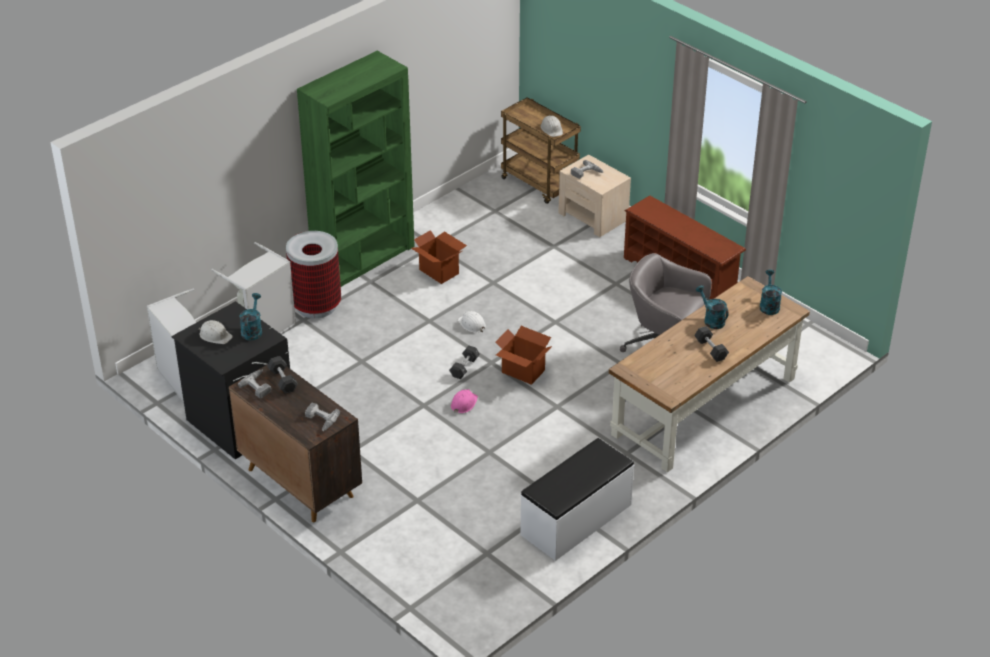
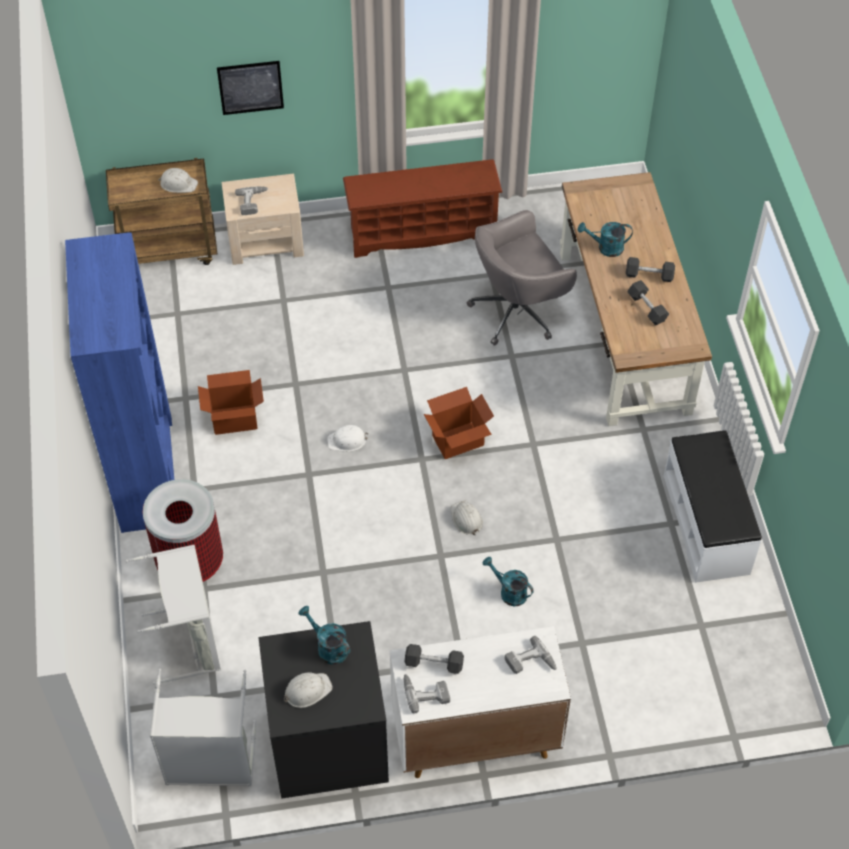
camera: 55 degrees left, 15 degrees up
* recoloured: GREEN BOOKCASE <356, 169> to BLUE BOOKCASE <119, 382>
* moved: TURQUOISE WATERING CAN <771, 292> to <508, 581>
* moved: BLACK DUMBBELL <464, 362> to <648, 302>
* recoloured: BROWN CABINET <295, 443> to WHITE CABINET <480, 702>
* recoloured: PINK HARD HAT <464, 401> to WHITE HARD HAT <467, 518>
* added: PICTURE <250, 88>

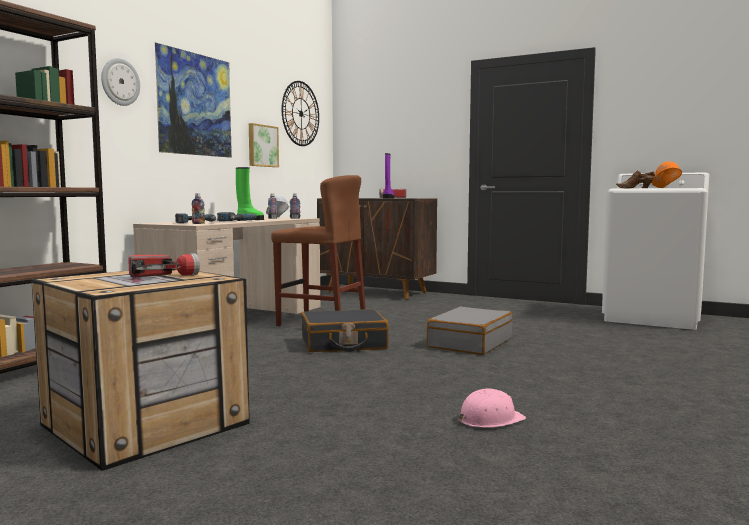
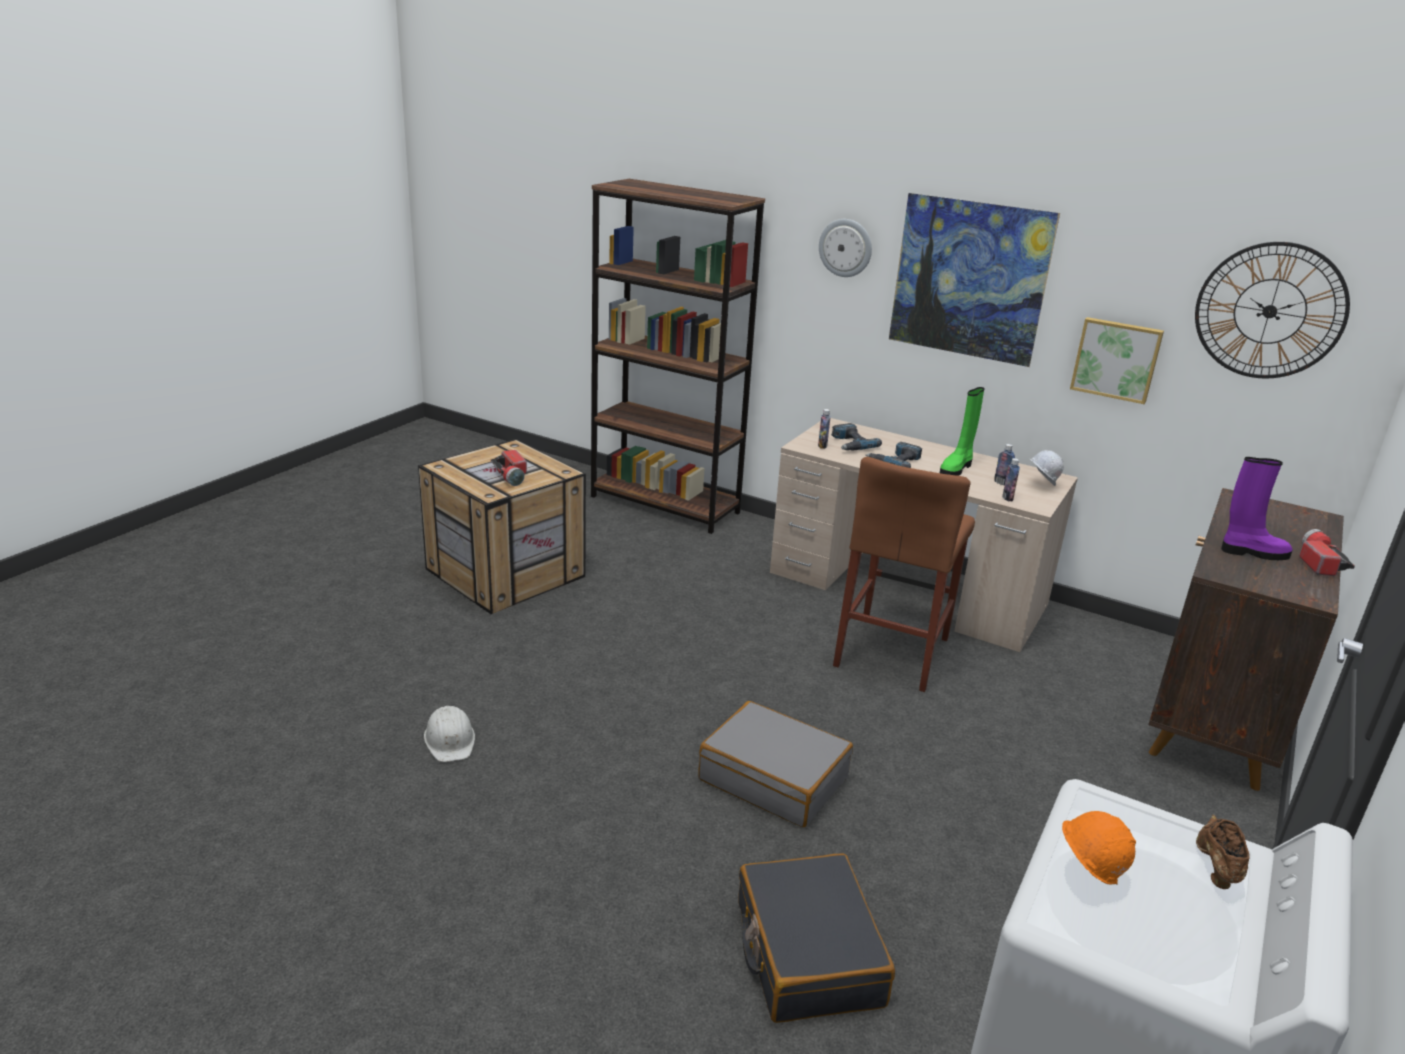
camera: 90 degrees right, 20 degrees up
* moved: BLACK SUITCASE <345, 330> to <817, 938>
* recoloured: PINK HARD HAT <492, 408> to WHITE HARD HAT <449, 734>

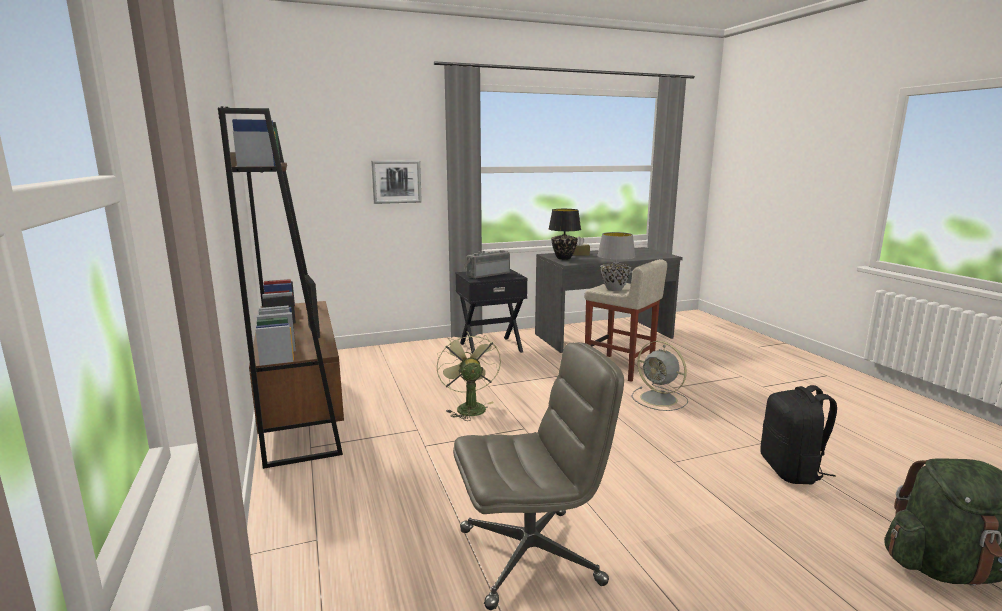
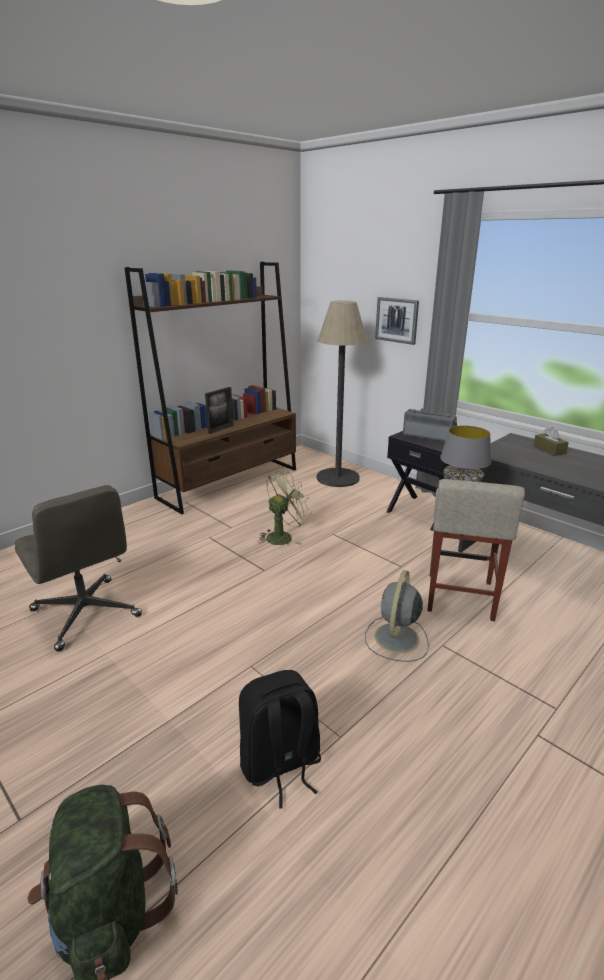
camera: 65 degrees right, 10 degrees up
* removed: BLACK TABLE LAMP <565, 234>
* added: FLOOR LAMP <342, 394>

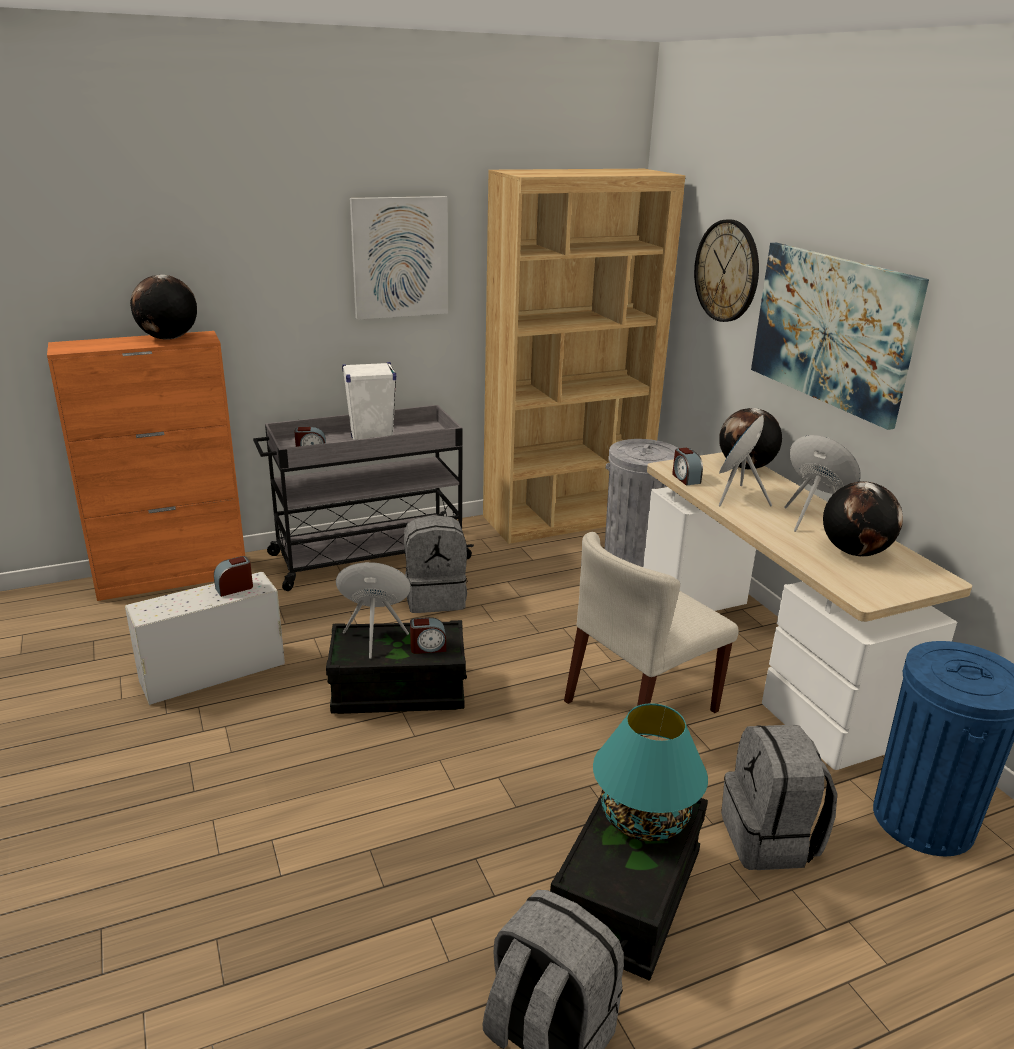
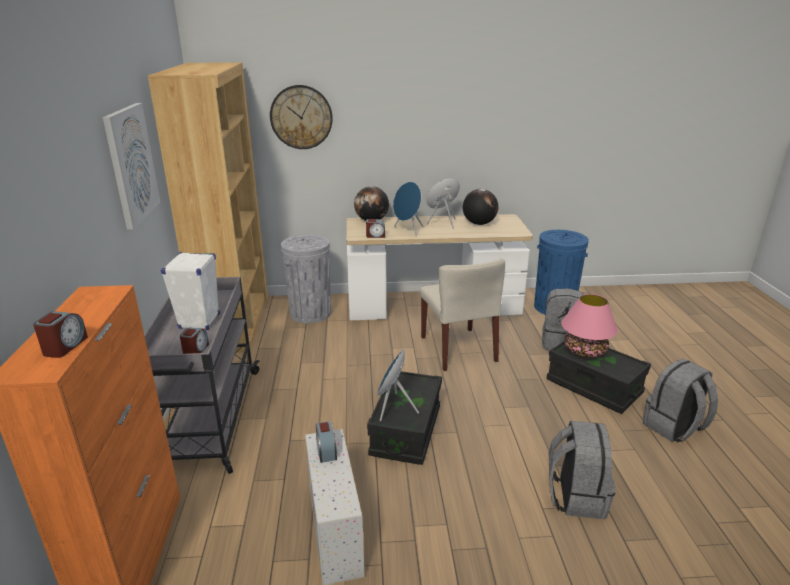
camera: 70 degrees left, 0 degrees up
* removed: PICTURE <840, 336>
* removed: GLOBE <163, 307>
* moved: GREY BACKPACK <436, 564> to <582, 470>
* moved: ALARM CLOCK <428, 635> to <60, 334>
* recoloured: TURQUOISE TABLE LAMP <650, 772> to PINK TABLE LAMP <589, 326>

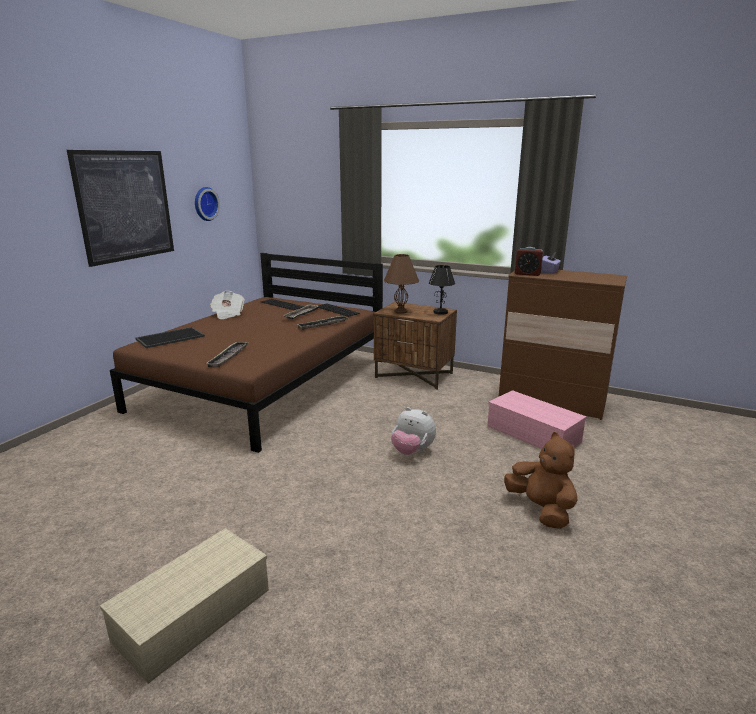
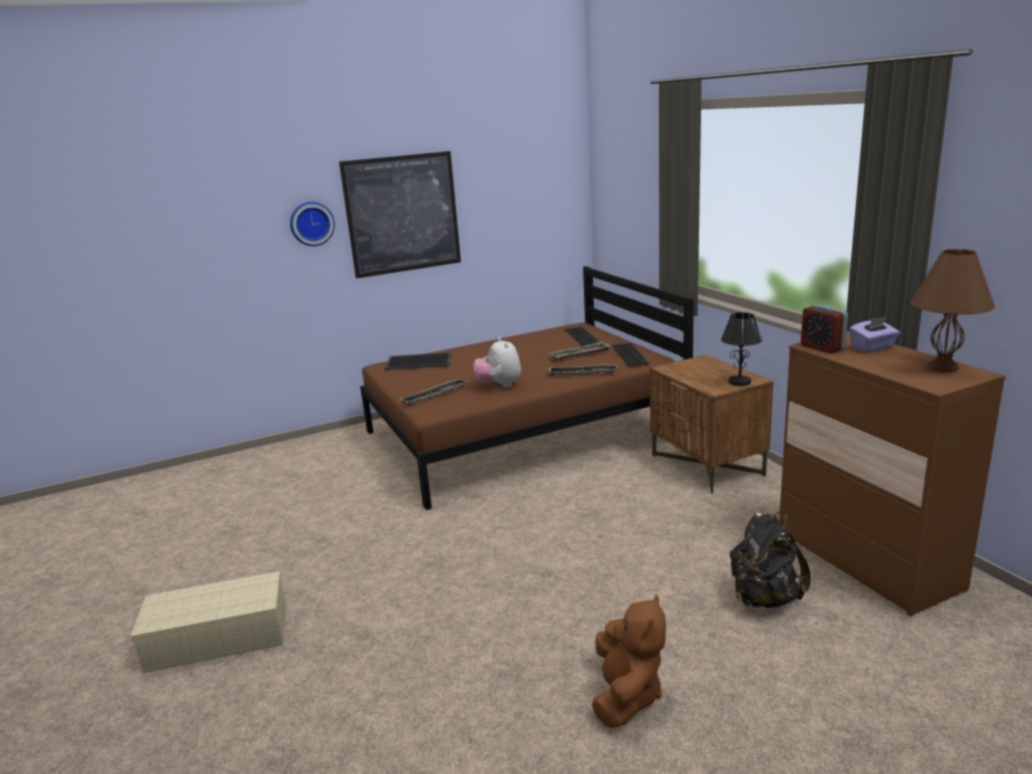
camera: 40 degrees right, 0 degrees up
* moved: WALL CLOCK <207, 204> to <312, 224>
* moved: BROWN TABLE LAMP <401, 284> to <953, 310>
* removed: NEWSPAPER <227, 305>
* replaced: PINK STORAGE BOX <537, 419> to BLACK BACKPACK <770, 560>
* moved: PLUSH TOY <413, 431> to <497, 363>

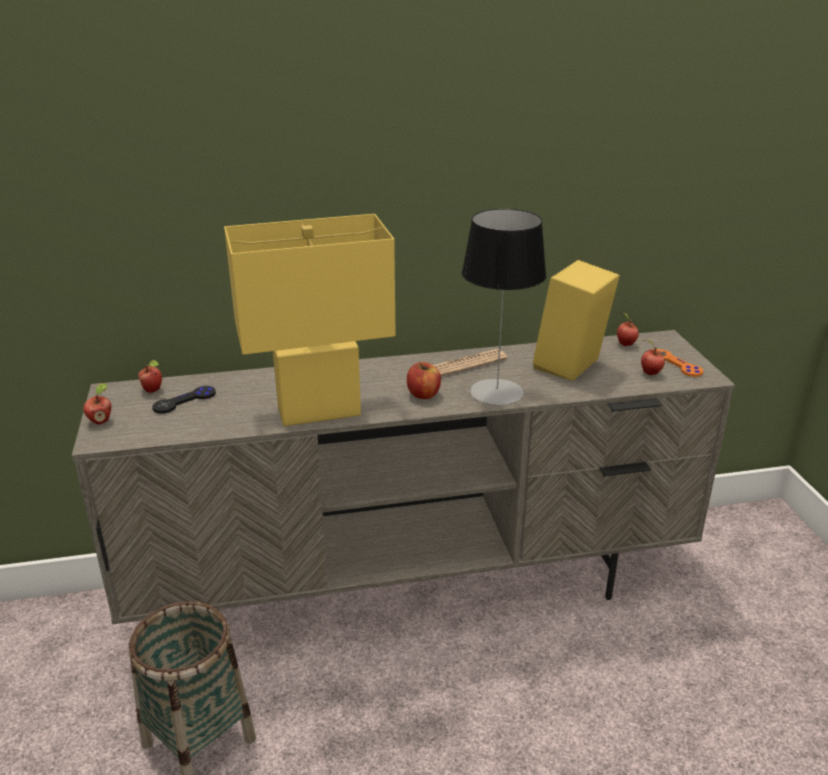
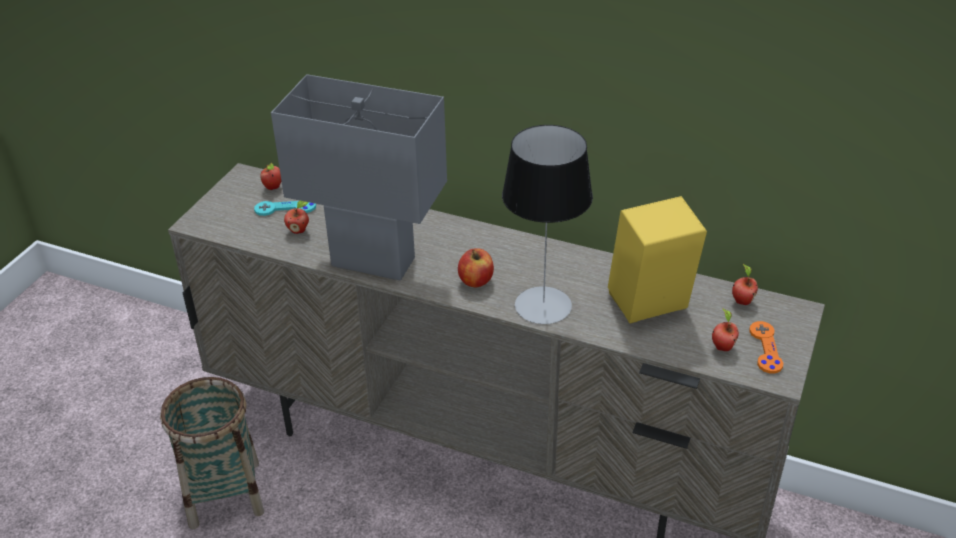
camera: 35 degrees right, 10 degrees up
* recoloured: YELLOW TABLE LAMP <310, 320> to GREY TABLE LAMP <359, 177>
* removed: NEWSPAPER <470, 362>
* moved: APPLE <97, 403> to <296, 217>
* recoloured: BLACK GAME CONTROLLER <184, 400> to TURQUOISE GAME CONTROLLER <285, 208>

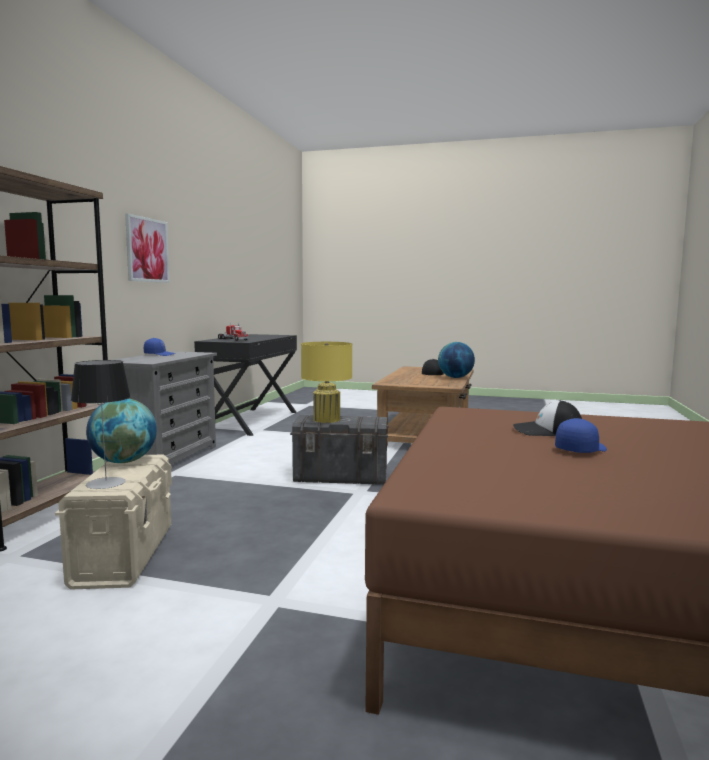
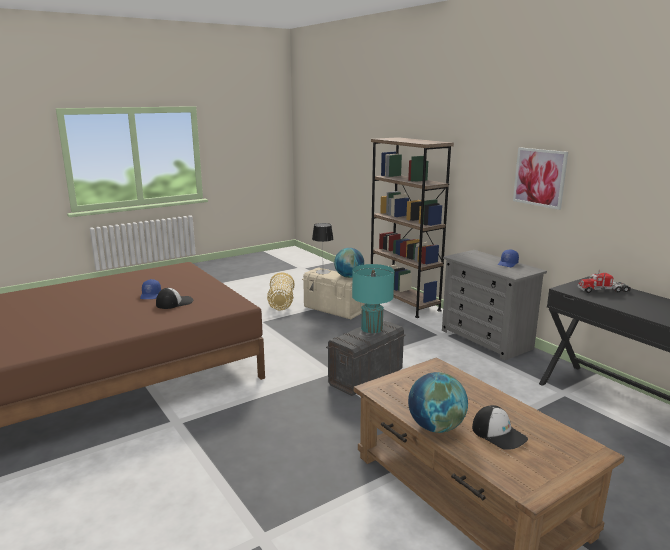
camera: 130 degrees right, 10 degrees up
* recoloured: YELLOW TABLE LAMP <326, 382> to TURQUOISE TABLE LAMP <373, 298>
* added: BASKET <281, 291>

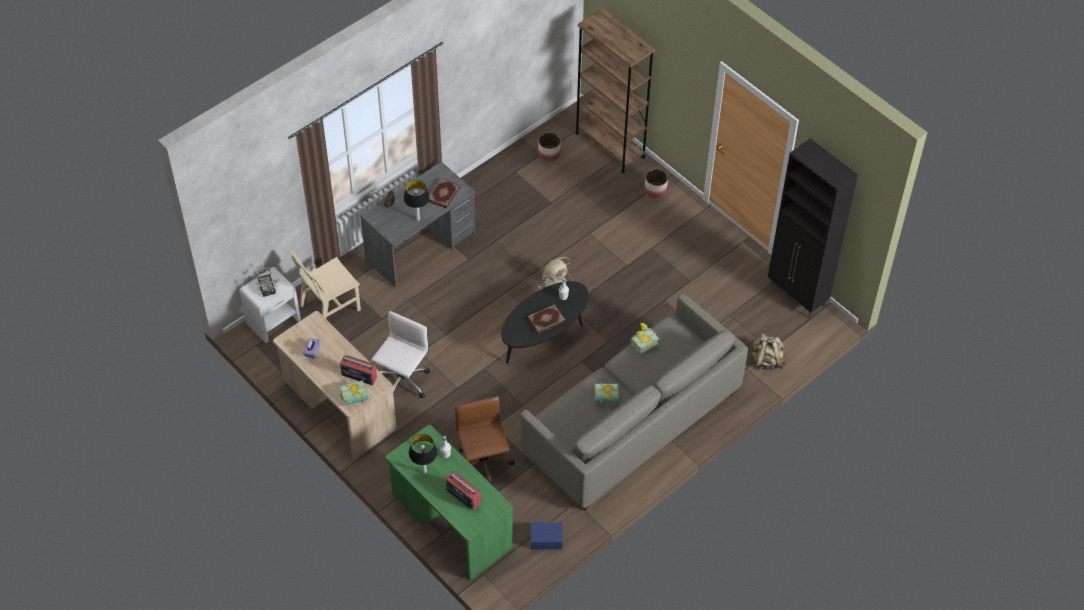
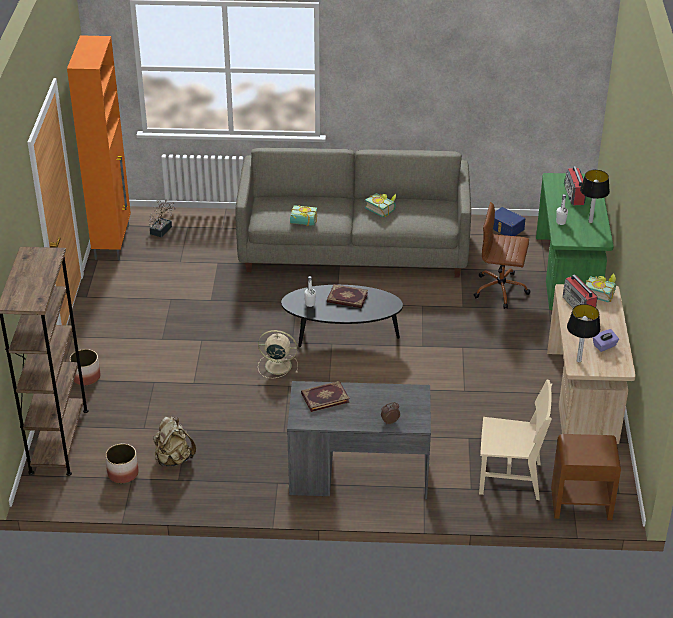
camera: 135 degrees left, 15 degrees down
* recoloured: BLACK CABINET <813, 228> to ORANGE CABINET <99, 147>
* moved: TABLE LAMP <417, 200> to <583, 333>
* moved: POTTED PLANT <266, 280> to <162, 218>
* recoloured: WHITE NIGHTSTAND <270, 305> to BROWN NIGHTSTAND <586, 477>
* removed: WHITE OFFICE CHAIR <400, 354>
* moved: BEIGE BACKPACK <768, 351> to <174, 442>
* turned: BROWN OFFICE CHAIR <485, 441> = <502, 255> 75 degrees clockwise

